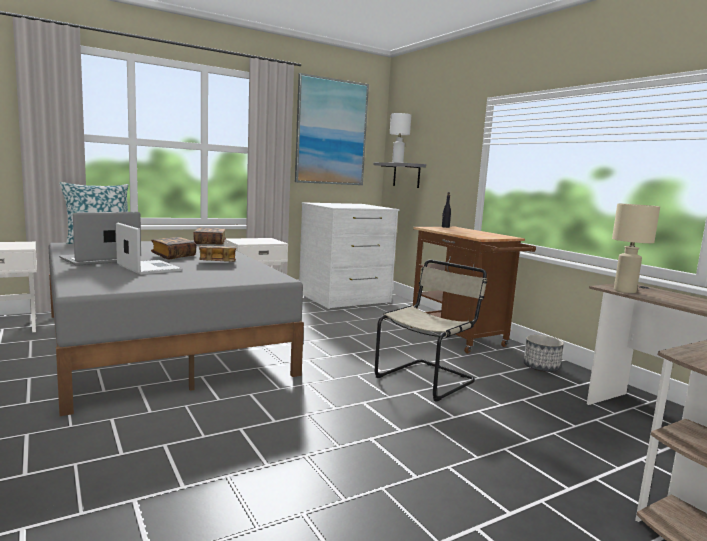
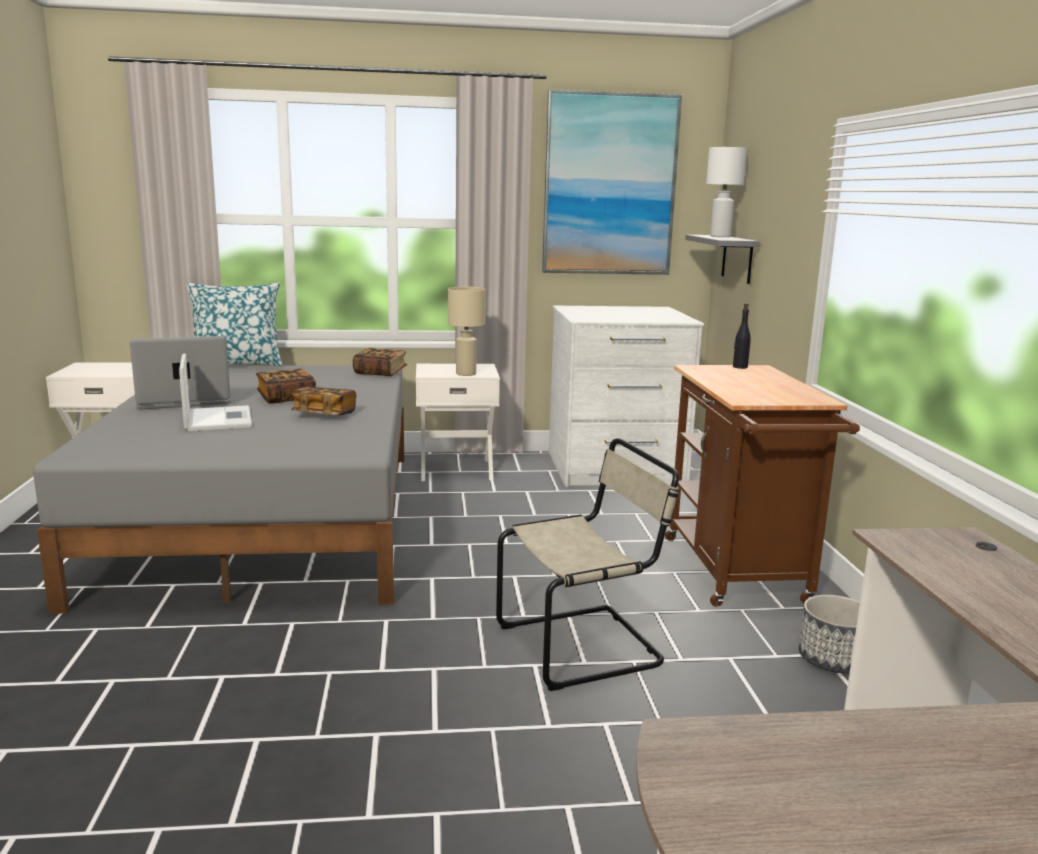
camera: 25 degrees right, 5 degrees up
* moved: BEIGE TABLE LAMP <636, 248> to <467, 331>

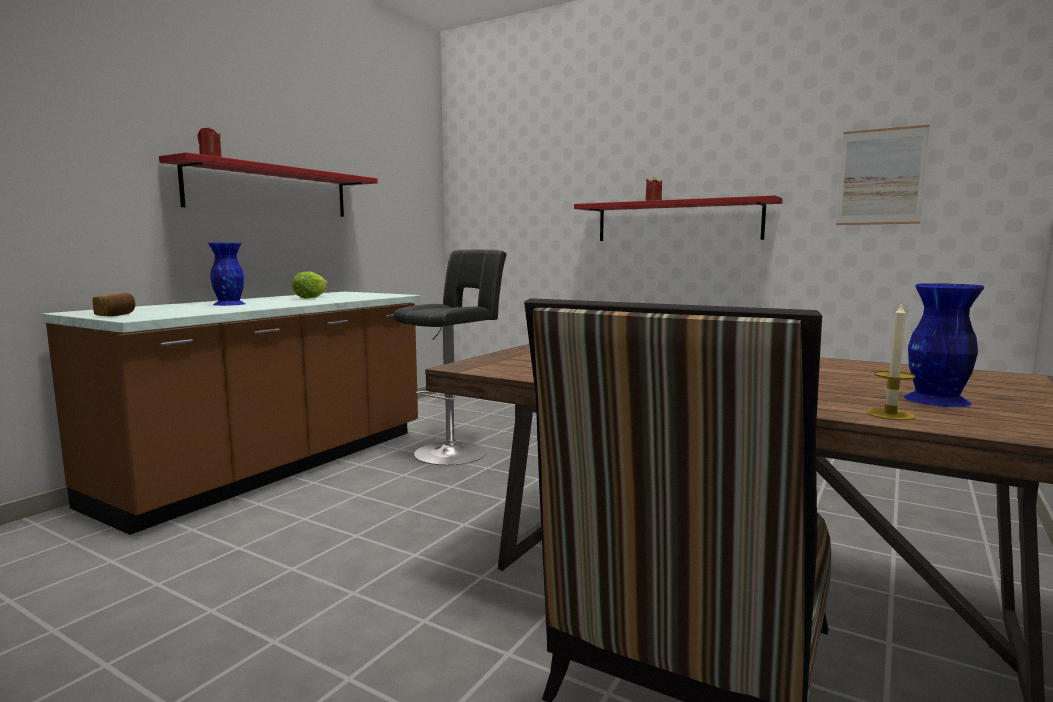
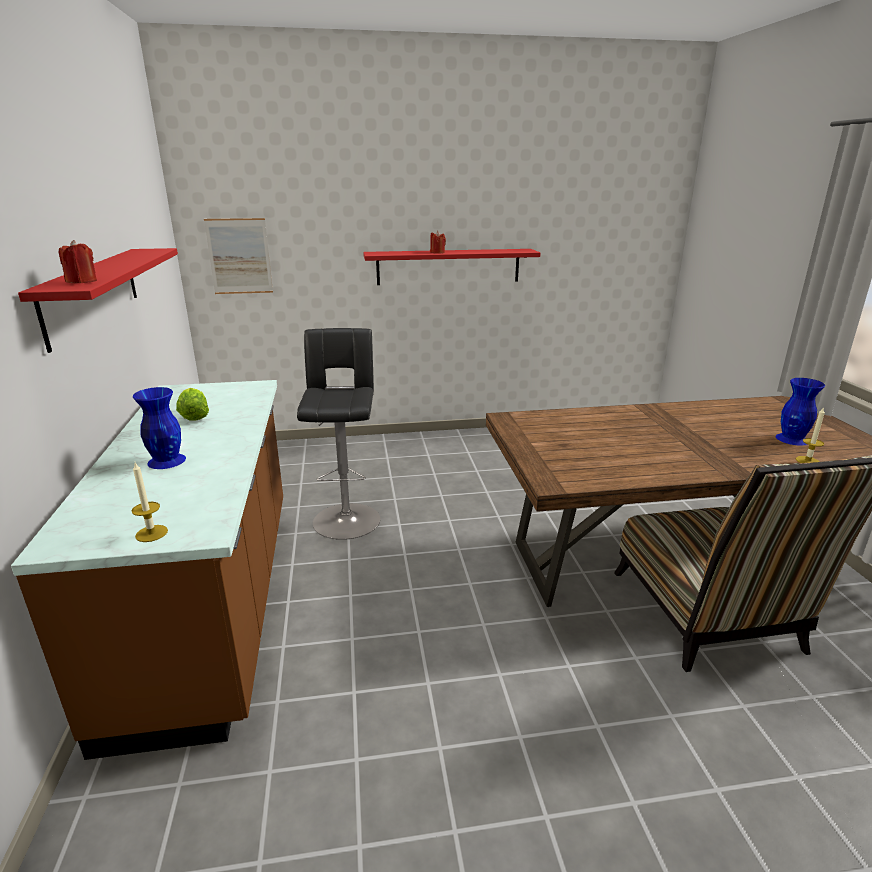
camera: 40 degrees left, 15 degrees up
* moved: PICTURE <883, 175> to <238, 256>
* replaced: BREAD <113, 304> to CANDLE <150, 502>

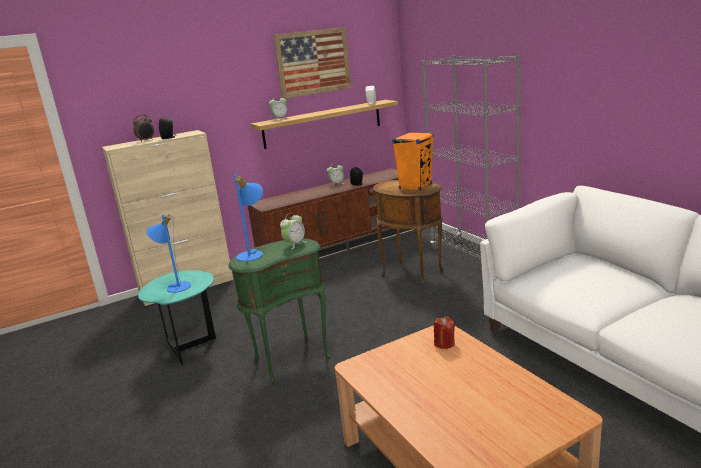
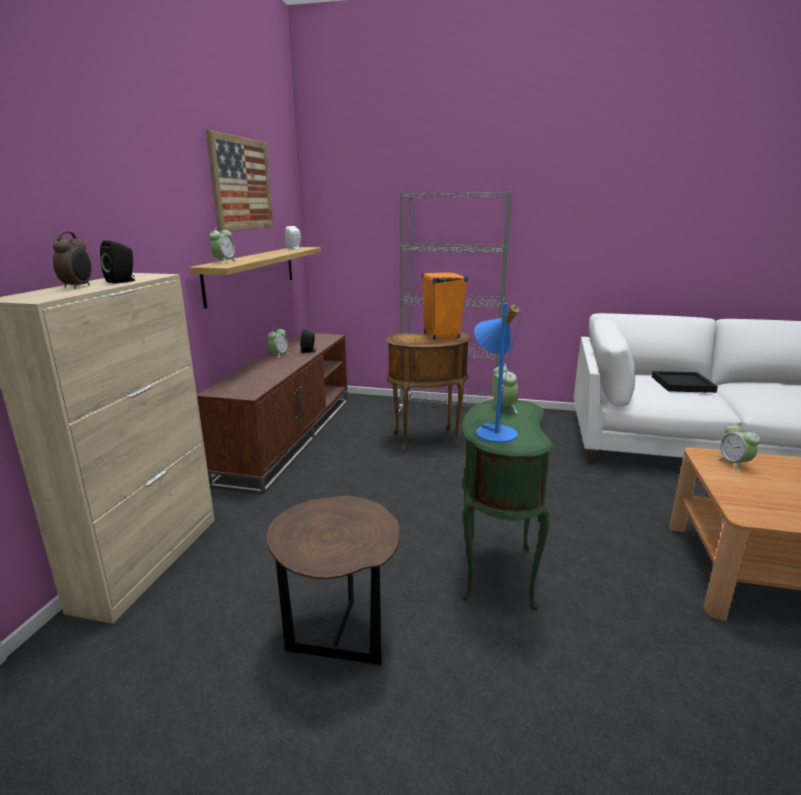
camera: 50 degrees left, 0 degrees up
* removed: BLUE TABLE LAMP <168, 253>
* recoloured: TURQUOISE SIDE TABLE <177, 317> to BROWN SIDE TABLE <333, 581>
* replaced: RED CANDLE <444, 332> to ALARM CLOCK <738, 447>
* added: BLACK TRAY <685, 382>

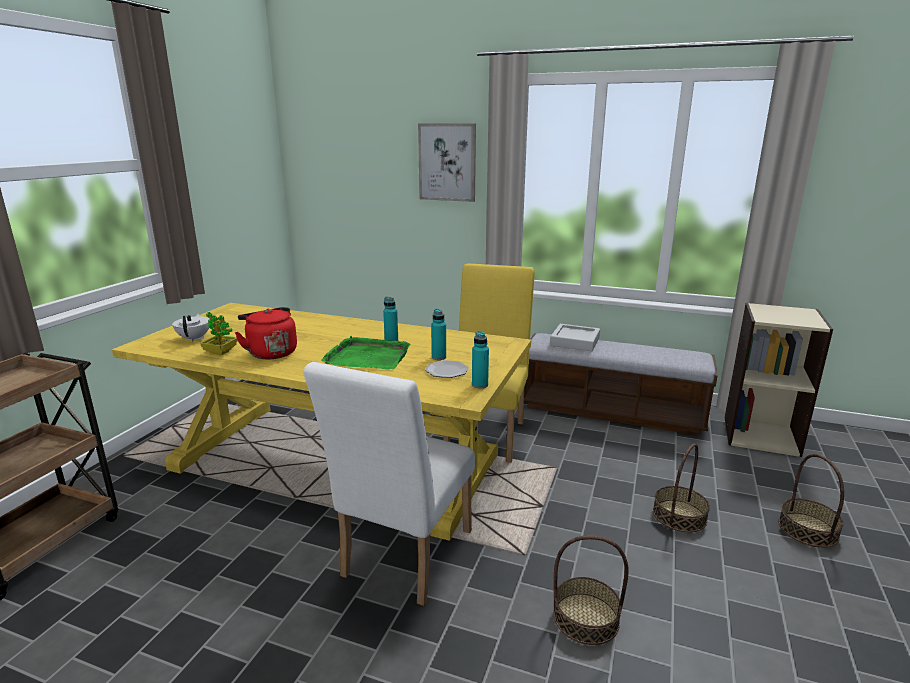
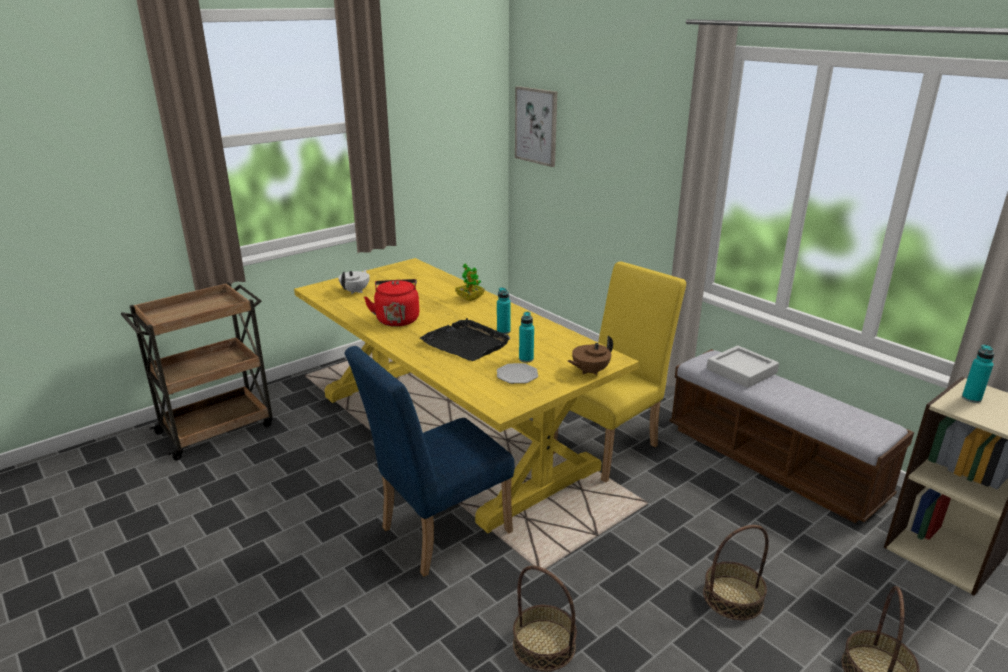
camera: 30 degrees right, 5 degrees up
* moved: PICTURE <447, 162> to <536, 126>
* moved: POTTED PLANT <219, 333> to <470, 282>
* moved: TURQUOISE BOTTLE <480, 360> to <978, 374>
* recoloured: GREEN TRAY <365, 353> to BLACK TRAY <465, 339>
* recoloured: WHITE CHAIR <389, 484> to BLUE CHAIR <429, 461>
* added: BROWN TEAPOT <590, 355>

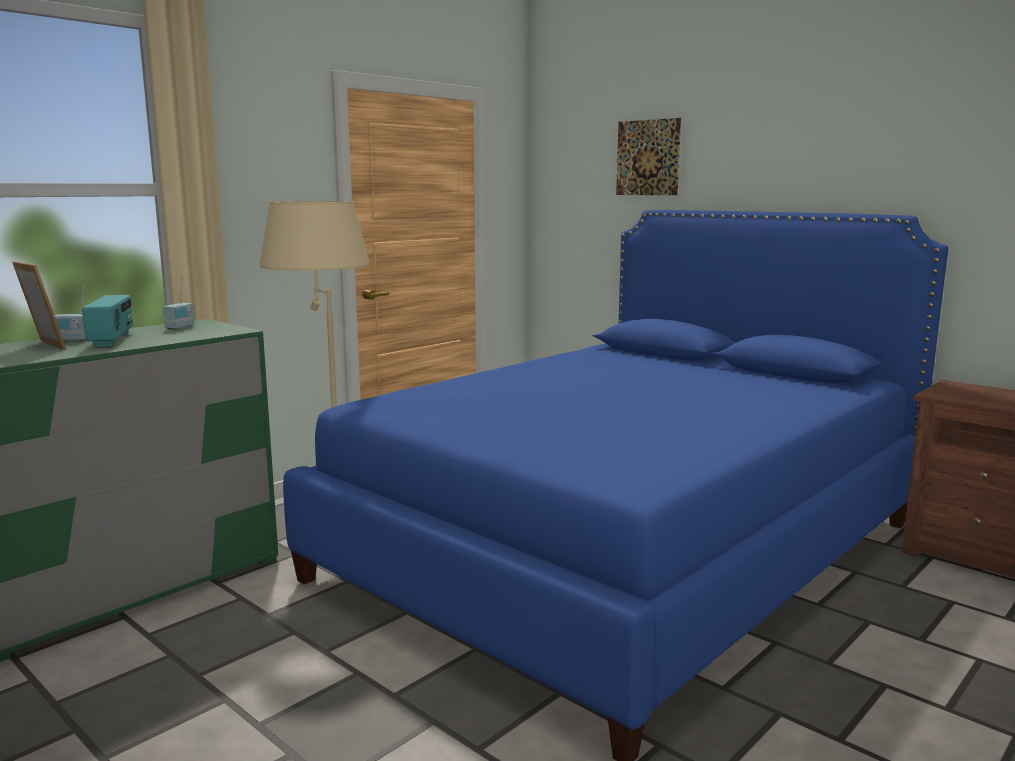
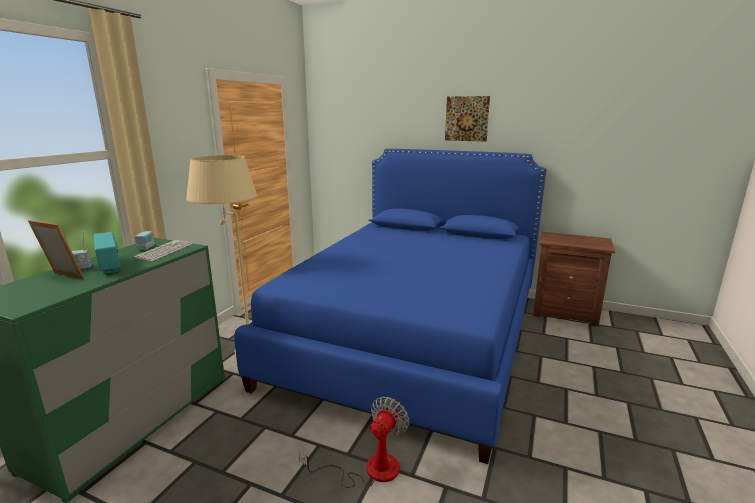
camera: 20 degrees left, 5 degrees up
* moved: PICTURE <648, 156> to <467, 119>
* added: KEYBOARD <162, 251>
* added: FAN <354, 442>

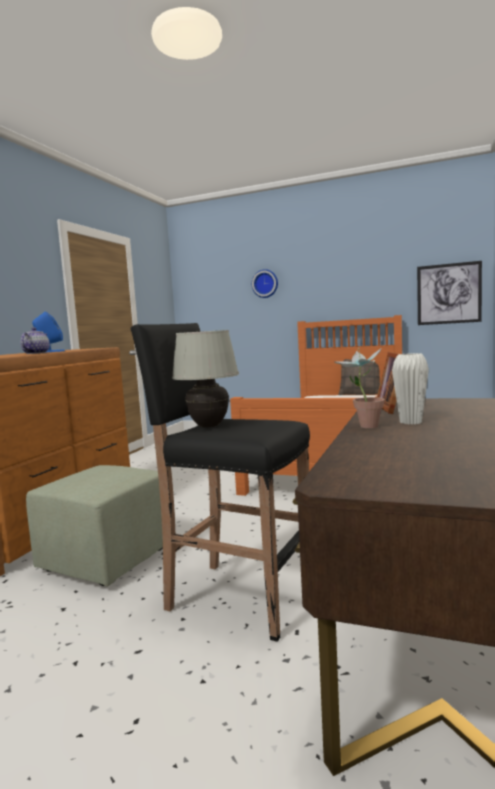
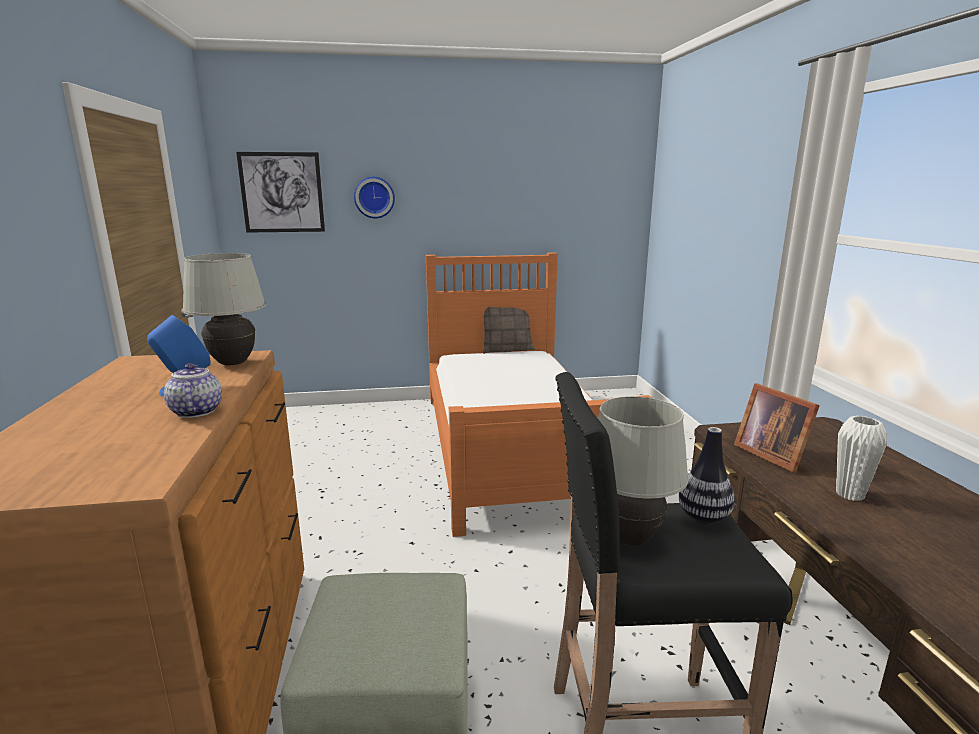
camera: 30 degrees left, 10 degrees up
* moved: PICTURE <449, 293> to <280, 192>
* removed: POTTED PLANT <359, 387>
* added: WHITE TABLE LAMP <224, 309>
* added: VASE <707, 475>

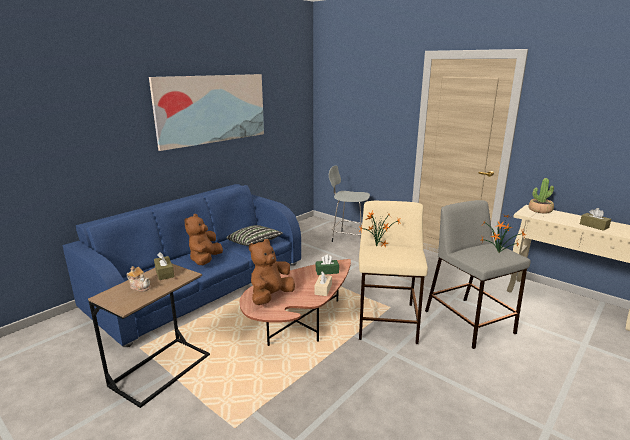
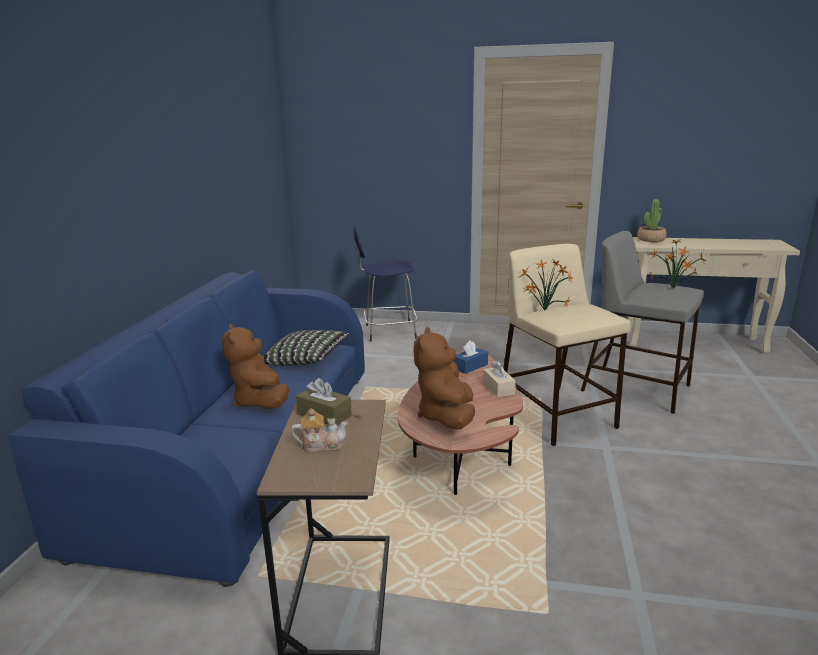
camera: 30 degrees left, 0 degrees up
* removed: PICTURE <206, 112>
* recoloured: GREY STOOL <349, 204> to BLUE STOOL <386, 284>
* removed: BROWN TISSUE BOX <595, 219>
* recoloured: GREEN TISSUE BOX <327, 264> to BLUE TISSUE BOX <470, 357>

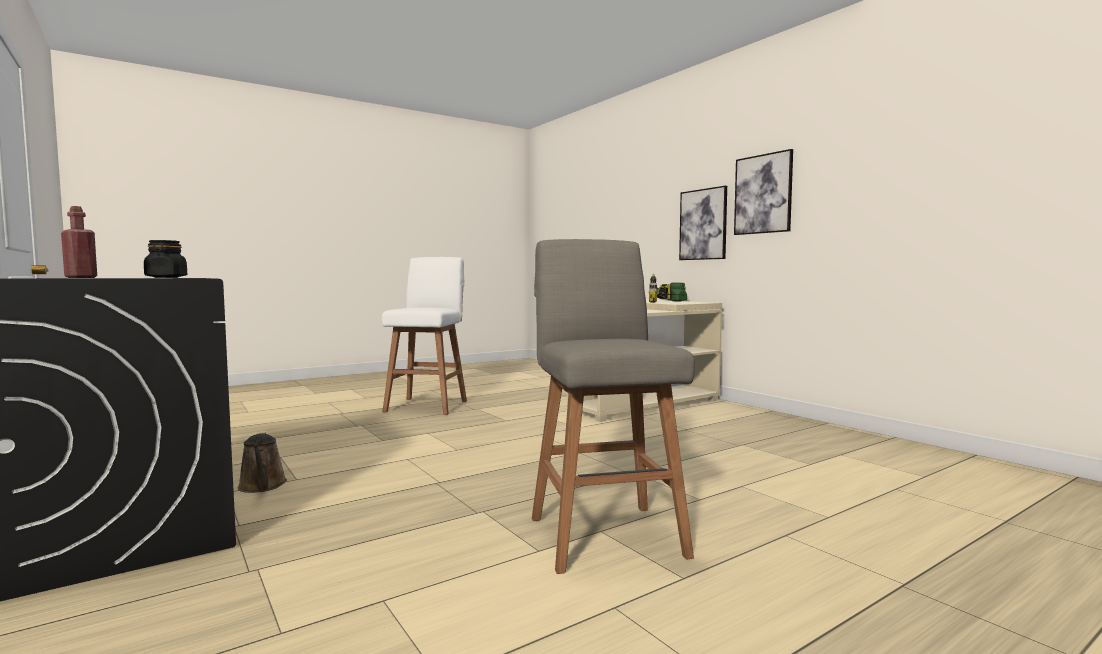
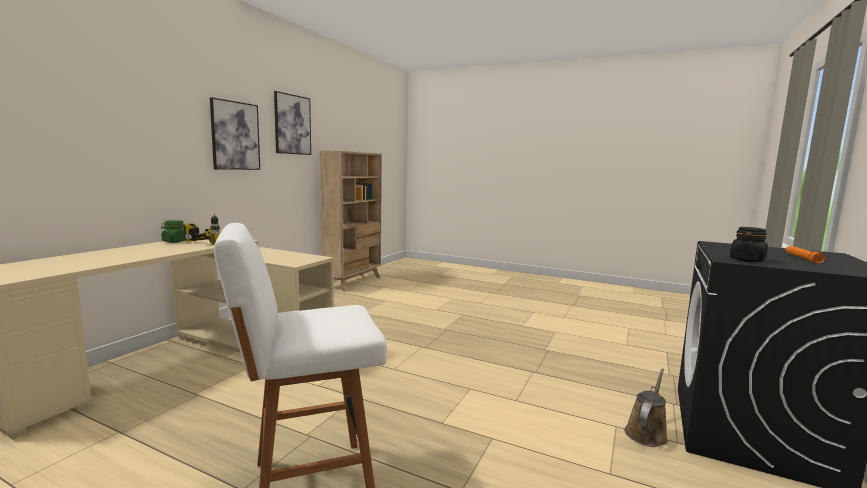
camera: 120 degrees left, 5 degrees up
* moved: PICTURE <703, 223> to <292, 123>
* replaced: RED BOTTLE <79, 242> to ORANGE FLASHLIGHT <805, 255>
* removed: GREY STOOL <613, 406>
* added: BEIGE BOOKCASE <351, 221>

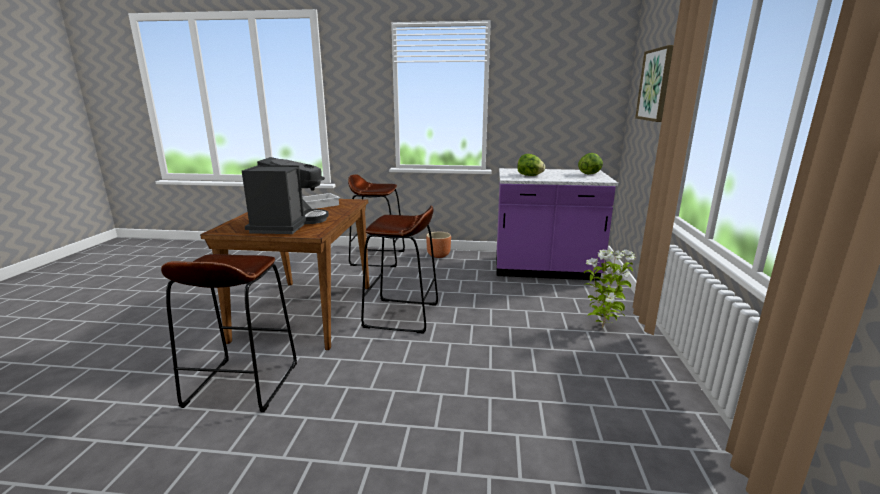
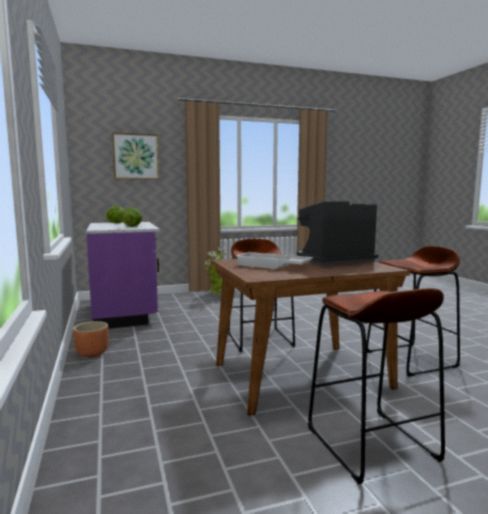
camera: 115 degrees left, 10 degrees down
* moved: BROWN STOOL <376, 220> to <376, 386>

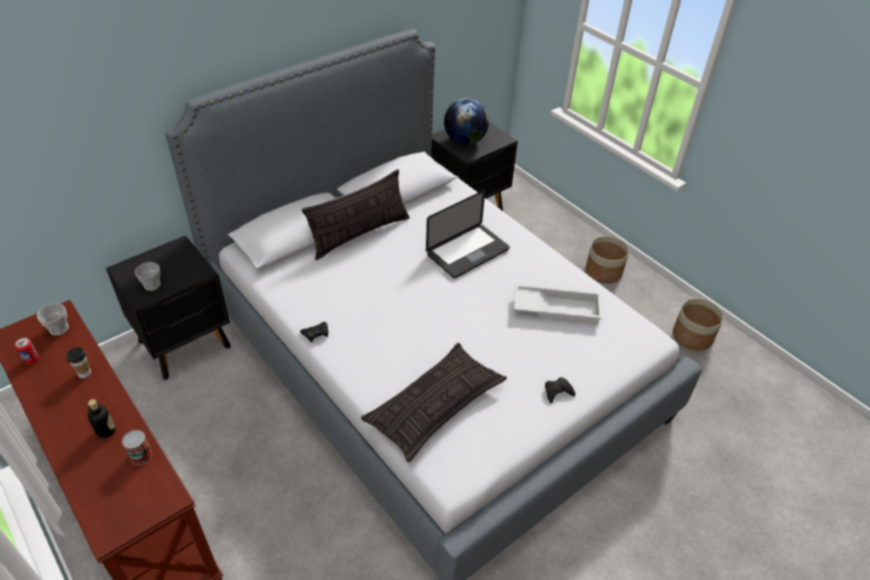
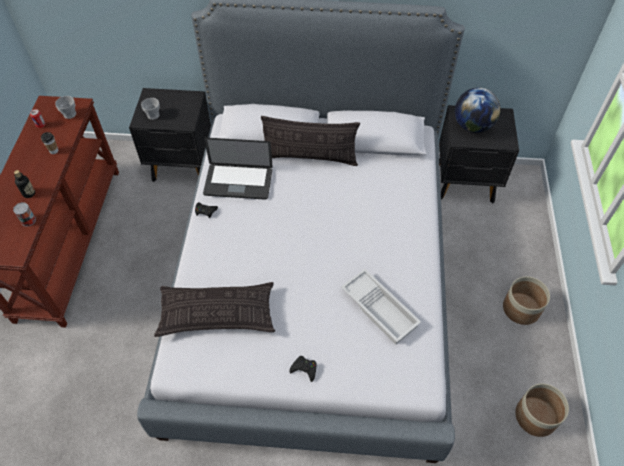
camera: 45 degrees right, 10 degrees up
* moved: LAPTOP <468, 234> to <238, 169>

